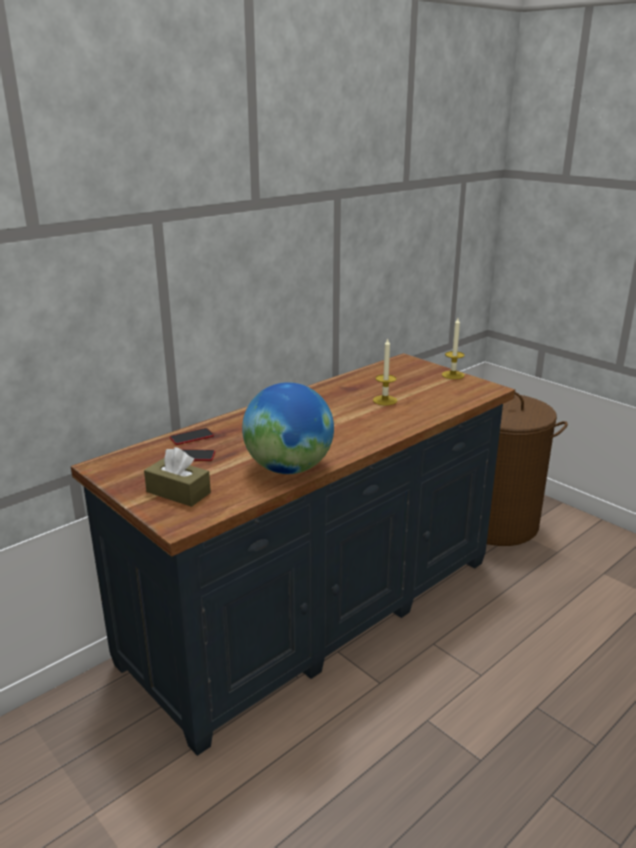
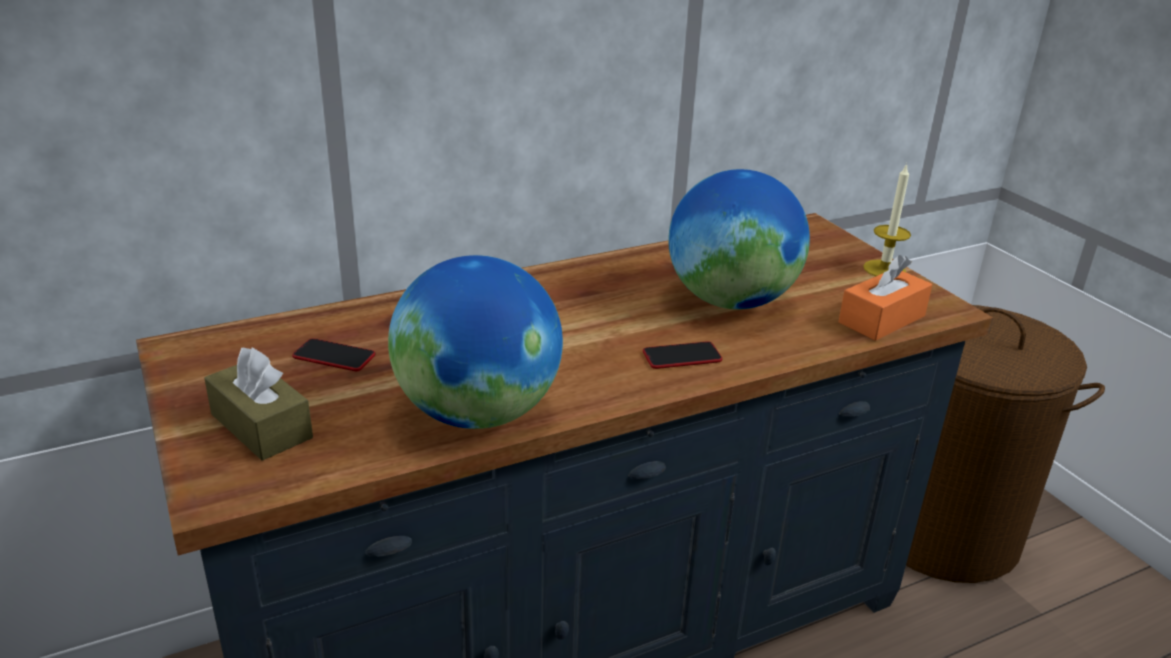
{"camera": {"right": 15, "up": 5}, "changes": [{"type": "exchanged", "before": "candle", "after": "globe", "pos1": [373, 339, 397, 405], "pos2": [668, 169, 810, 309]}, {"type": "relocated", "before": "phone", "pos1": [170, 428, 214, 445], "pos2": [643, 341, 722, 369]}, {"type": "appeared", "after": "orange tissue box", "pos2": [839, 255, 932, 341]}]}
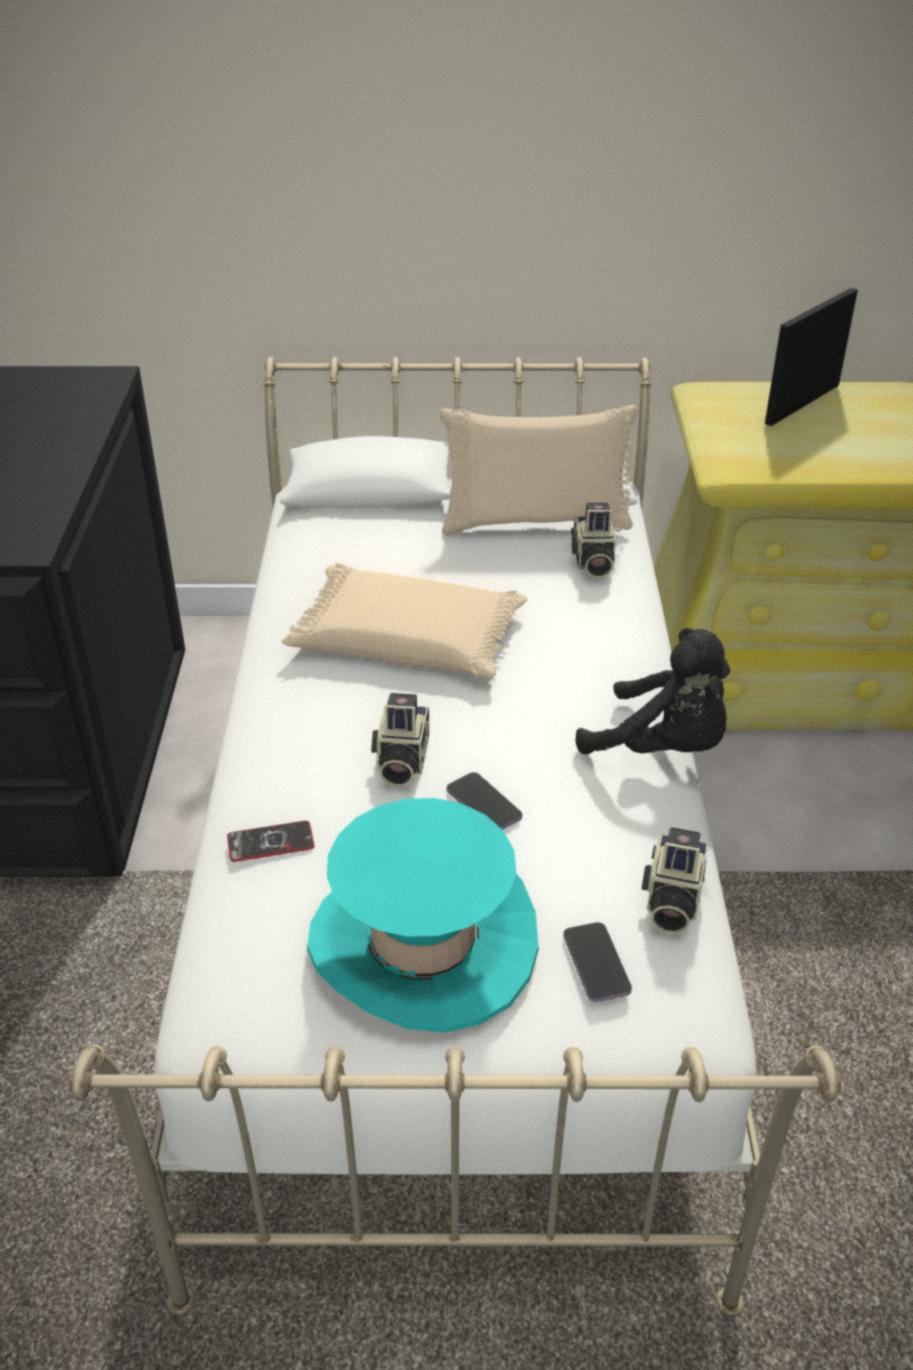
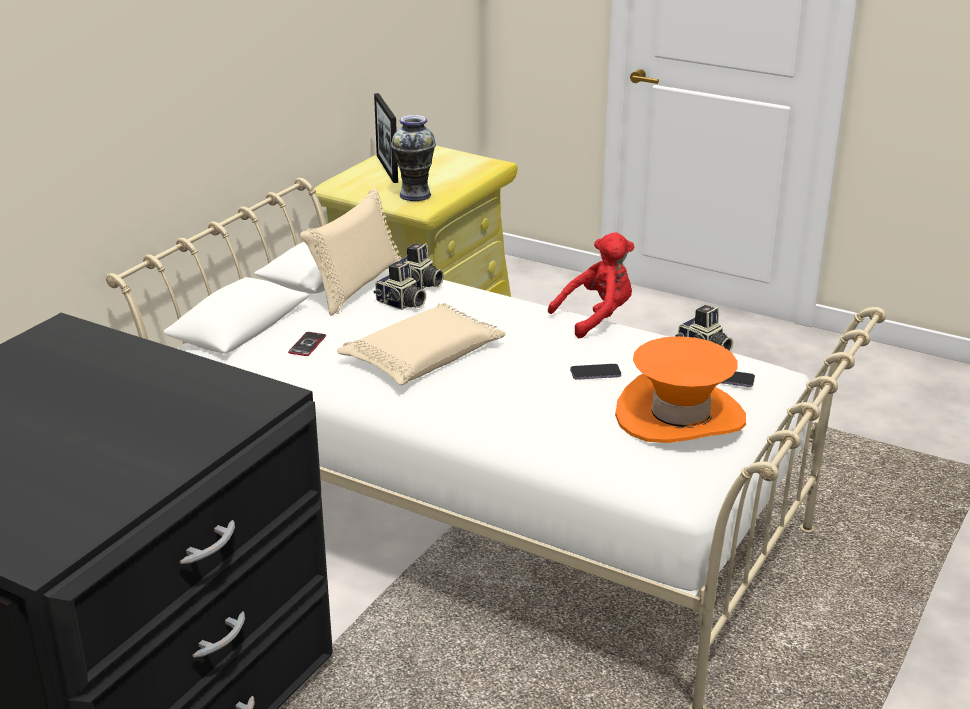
{"camera": {"right": -60, "up": -10}, "changes": [{"type": "colour", "before": "black plush toy", "after": "red plush toy", "pos1": [575, 628, 730, 754], "pos2": [548, 232, 635, 338]}, {"type": "relocated", "before": "photo camera", "pos1": [371, 693, 429, 787], "pos2": [374, 261, 426, 310]}, {"type": "colour", "before": "turquoise hat", "after": "orange hat", "pos1": [307, 798, 539, 1033], "pos2": [615, 336, 746, 443]}, {"type": "relocated", "before": "phone", "pos1": [227, 821, 314, 862], "pos2": [288, 332, 326, 356]}, {"type": "appeared", "after": "vase", "pos2": [391, 115, 436, 201]}]}
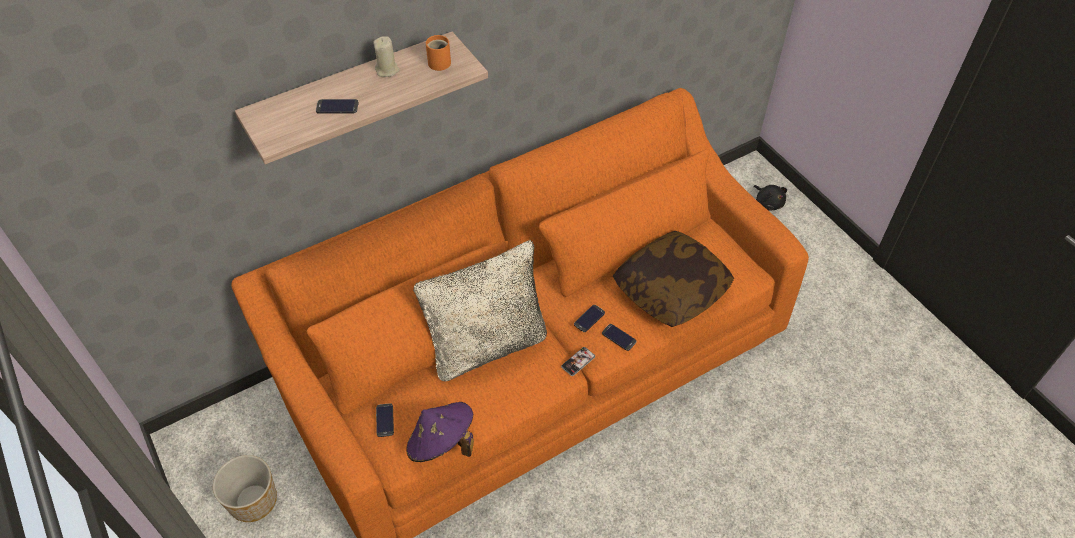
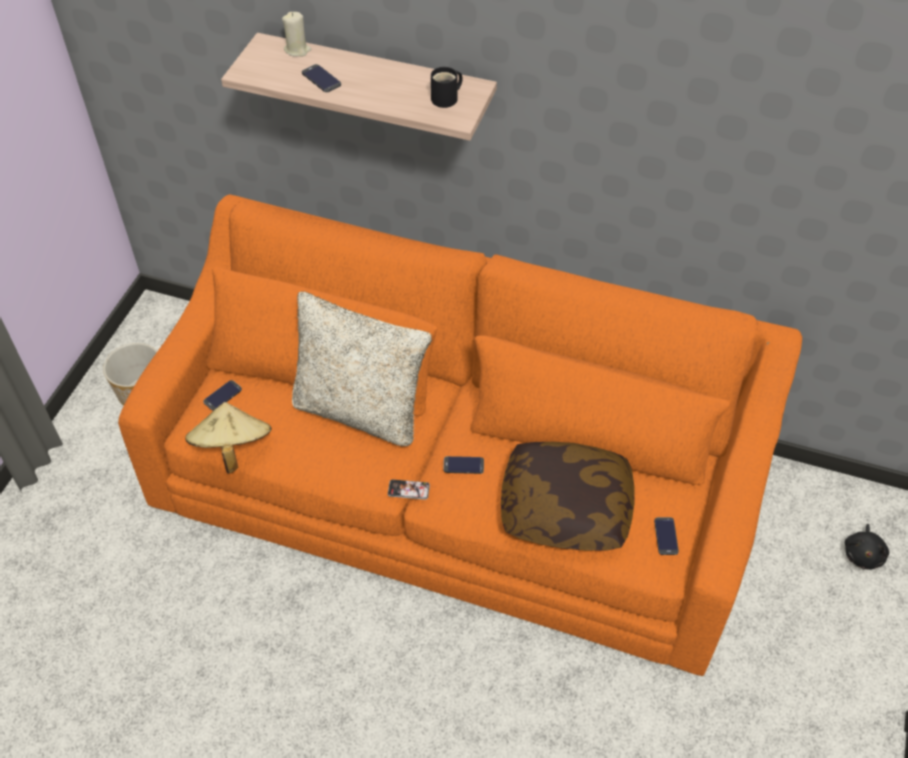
{"camera": {"right": 50, "up": 0}, "changes": [{"type": "colour", "before": "orange mug", "after": "black mug", "pos1": [426, 35, 451, 71], "pos2": [431, 67, 462, 108]}, {"type": "relocated", "before": "beige candle", "pos1": [373, 36, 399, 77], "pos2": [282, 12, 311, 57]}, {"type": "relocated", "before": "phone", "pos1": [602, 324, 636, 351], "pos2": [654, 517, 679, 555]}, {"type": "colour", "before": "purple hat", "after": "beige hat", "pos1": [406, 402, 474, 462], "pos2": [185, 402, 272, 473]}]}
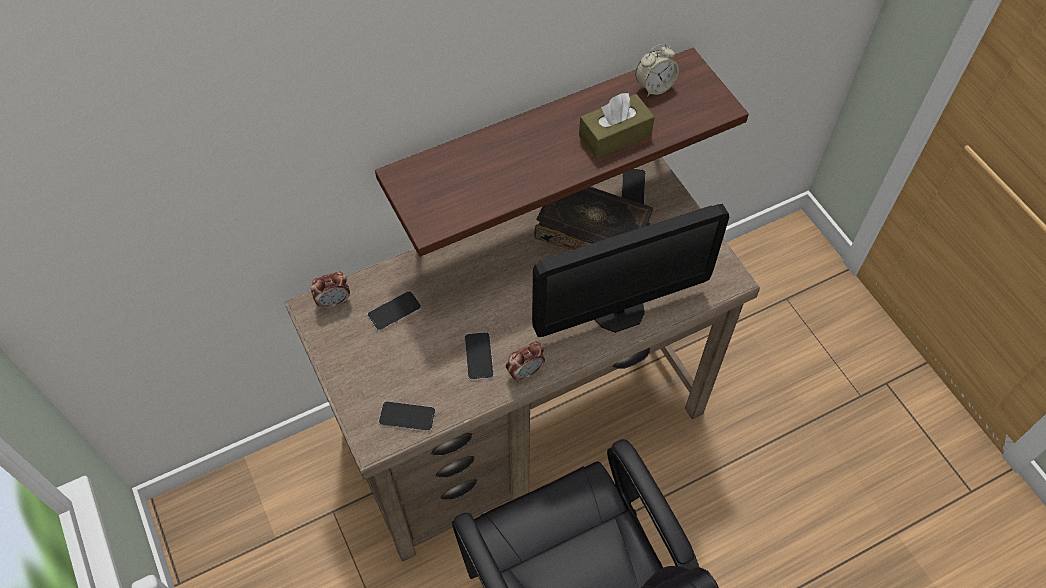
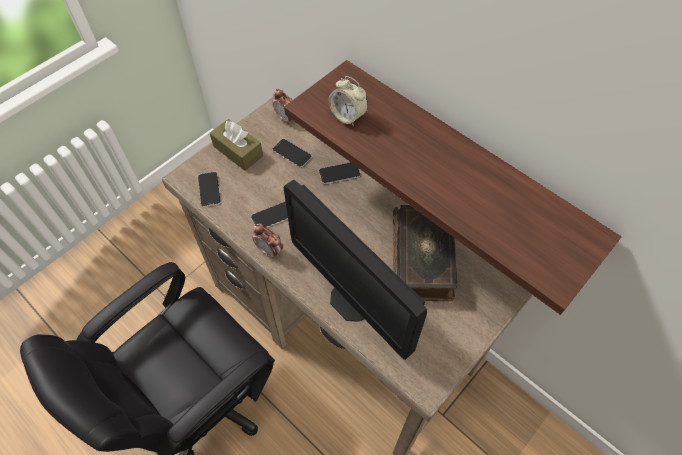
{"camera": {"right": 70, "up": 0}, "changes": [{"type": "relocated", "before": "alarm clock", "pos1": [635, 44, 679, 97], "pos2": [329, 76, 368, 126]}, {"type": "relocated", "before": "brown tissue box", "pos1": [579, 93, 655, 159], "pos2": [210, 119, 263, 171]}, {"type": "relocated", "before": "phone", "pos1": [621, 169, 646, 204], "pos2": [319, 162, 361, 184]}]}
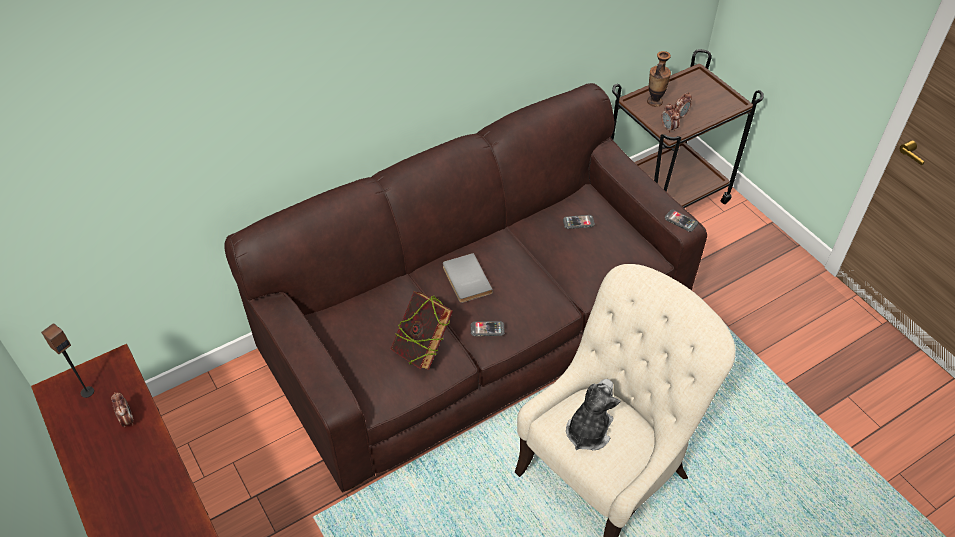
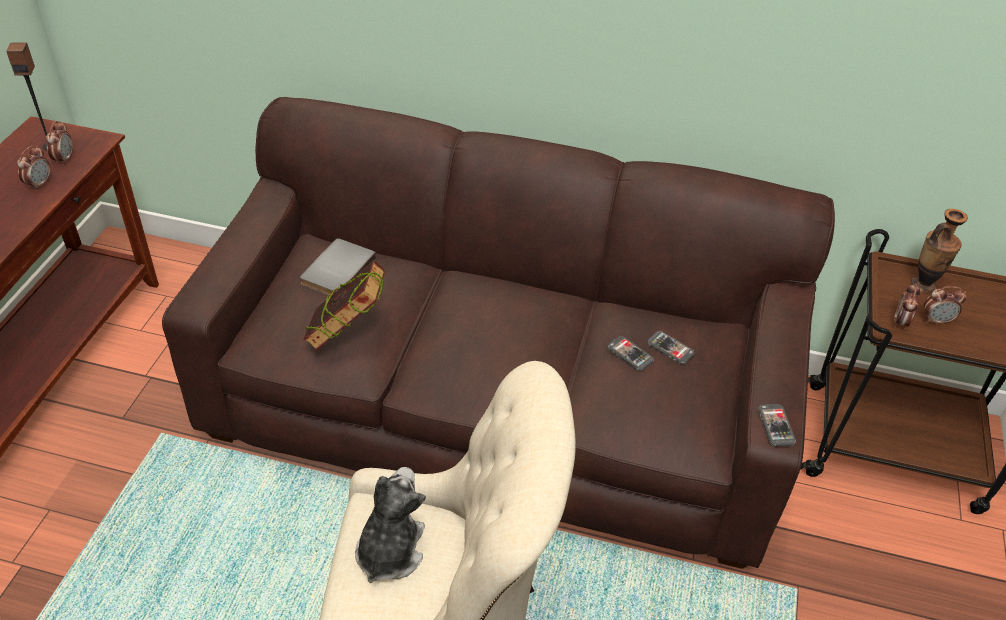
{"camera": {"right": 45, "up": -5}, "changes": [{"type": "relocated", "before": "grey book", "pos1": [443, 253, 493, 303], "pos2": [300, 238, 376, 295]}, {"type": "relocated", "before": "phone", "pos1": [471, 321, 505, 336], "pos2": [608, 336, 654, 371]}, {"type": "spun", "before": "plush toy", "pos1": [566, 379, 620, 450], "pos2": [355, 467, 426, 583], "turn": -60}, {"type": "appeared", "after": "alarm clock", "pos2": [46, 121, 72, 165]}]}
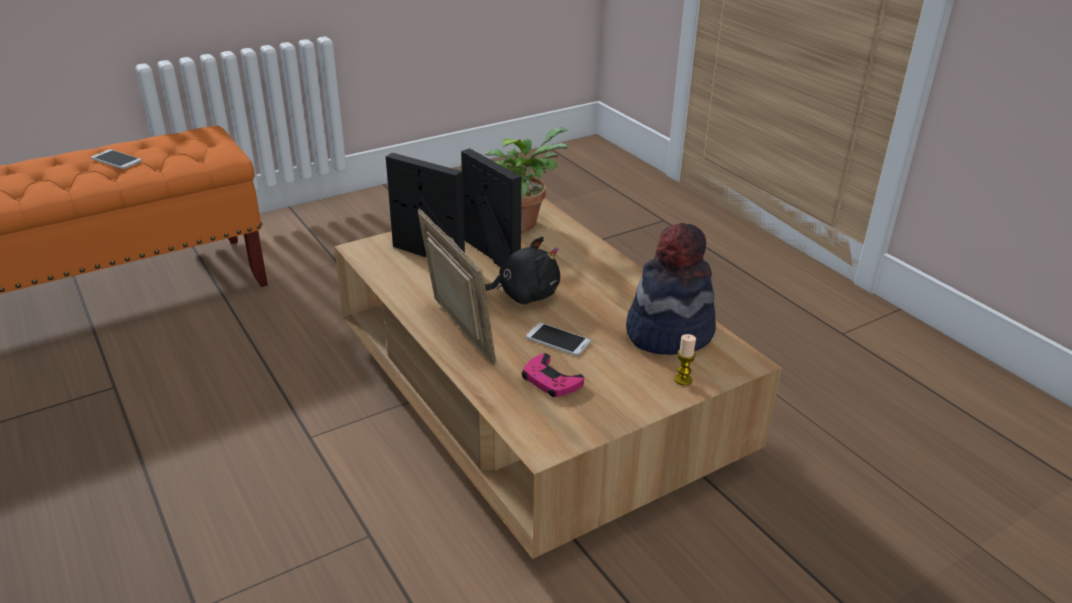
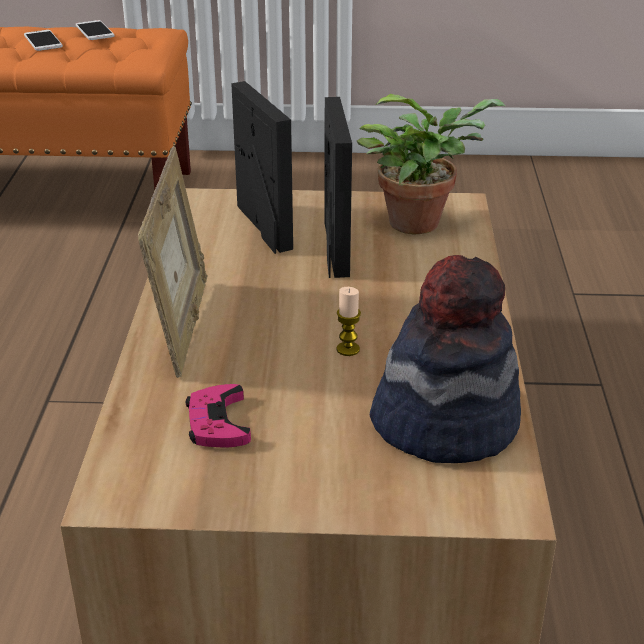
{"camera": {"right": 35, "up": 0}, "changes": [{"type": "missing", "before": "black plush toy", "pos1": [485, 237, 560, 304]}, {"type": "relocated", "before": "phone", "pos1": [526, 323, 591, 356], "pos2": [76, 20, 115, 40]}, {"type": "relocated", "before": "candle", "pos1": [674, 334, 696, 385], "pos2": [337, 287, 361, 356]}]}
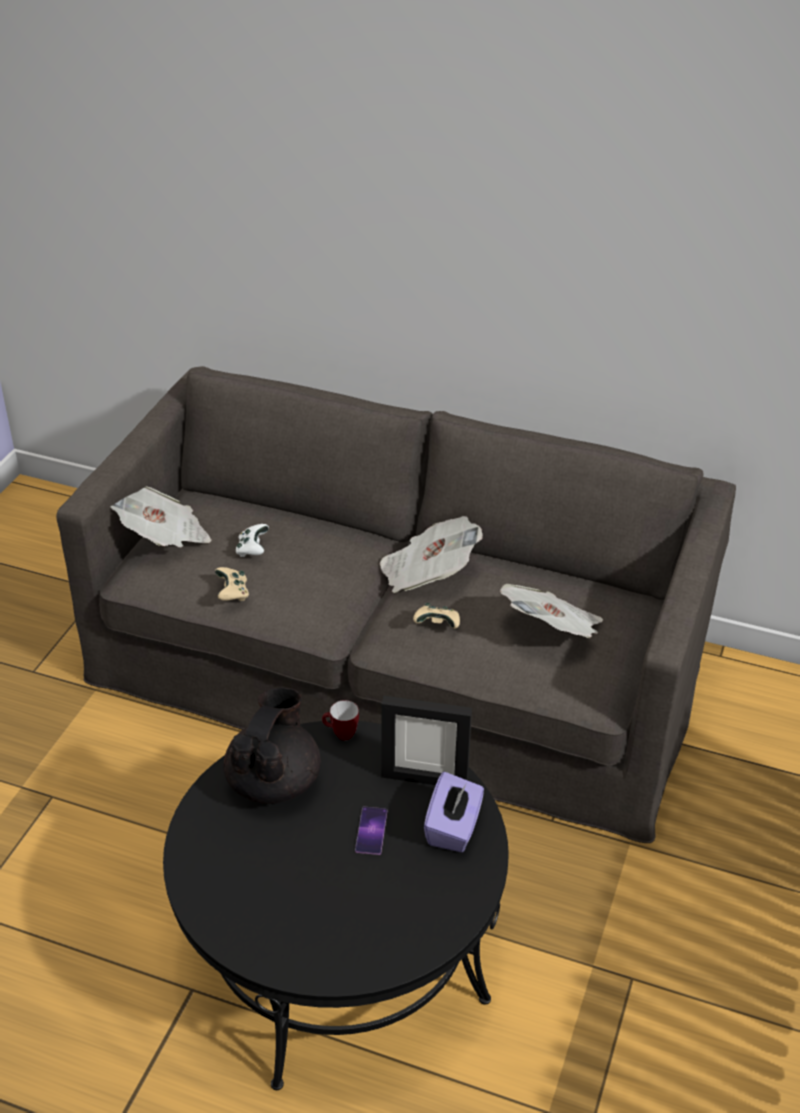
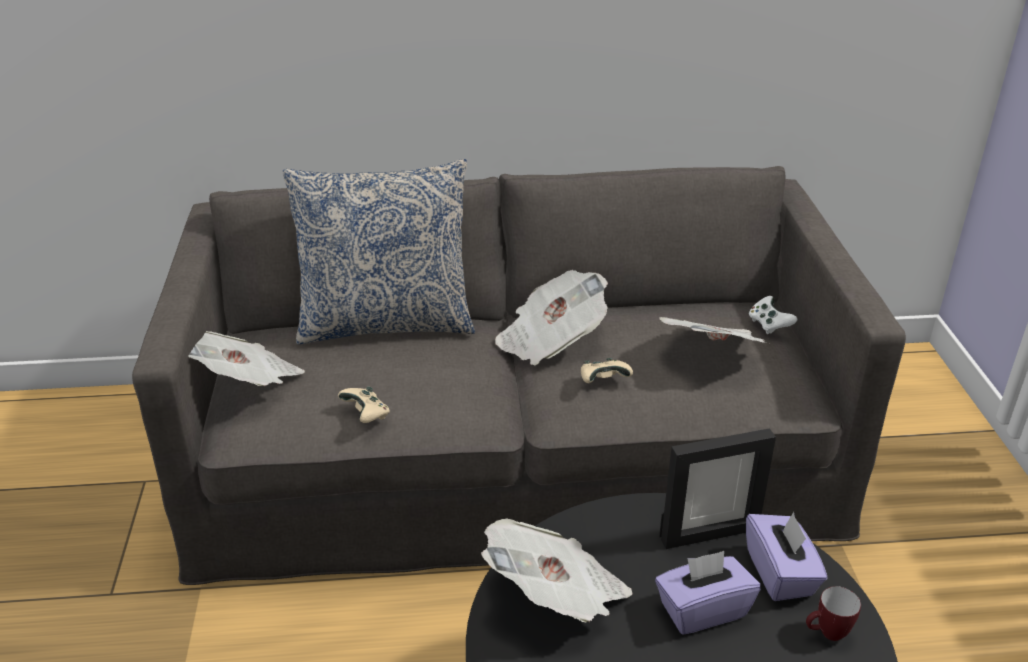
{"camera": {"right": -25, "up": -5}, "changes": [{"type": "relocated", "before": "white game controller", "pos1": [236, 524, 269, 557], "pos2": [749, 296, 797, 334]}, {"type": "exchanged", "before": "black teapot", "after": "newspaper", "pos1": [224, 688, 321, 804], "pos2": [481, 518, 633, 622]}, {"type": "relocated", "before": "mug", "pos1": [322, 700, 359, 741], "pos2": [806, 586, 861, 641]}, {"type": "exchanged", "before": "phone", "after": "purple tissue box", "pos1": [355, 807, 387, 855], "pos2": [655, 551, 760, 635]}, {"type": "appeared", "after": "pillow", "pos2": [283, 159, 475, 345]}]}
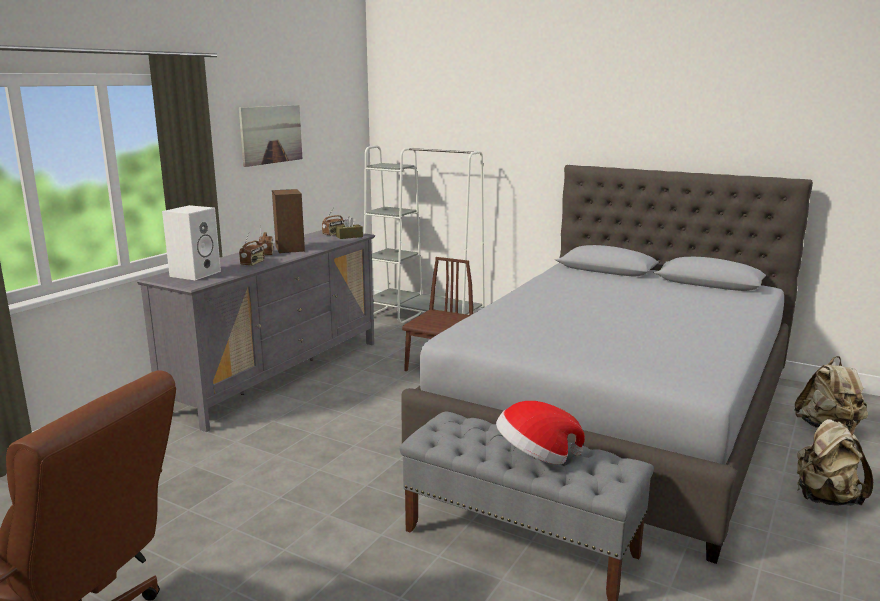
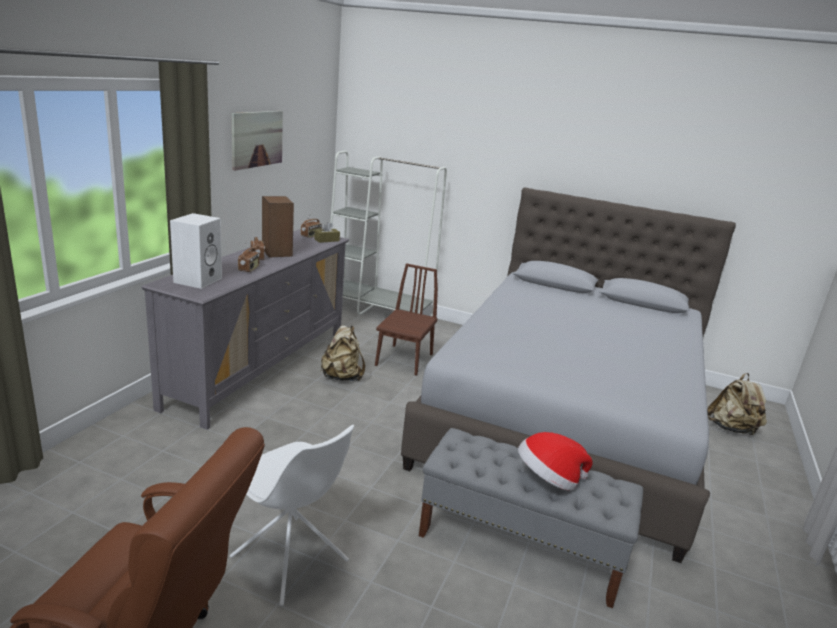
{"camera": {"right": -10, "up": 5}, "changes": [{"type": "relocated", "before": "beige backpack", "pos1": [797, 419, 873, 506], "pos2": [321, 326, 365, 381]}, {"type": "appeared", "after": "white chair", "pos2": [230, 425, 354, 606]}]}
